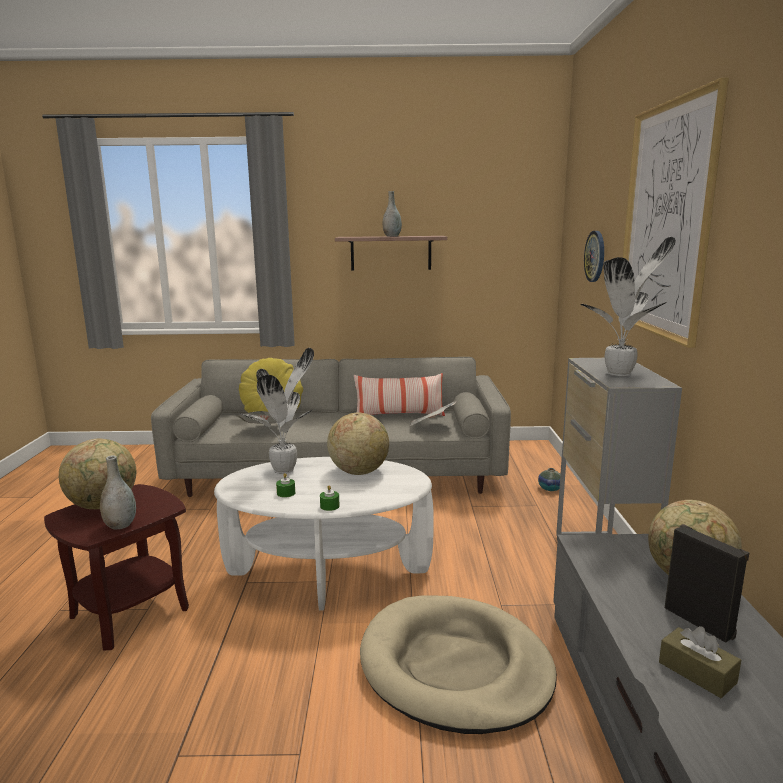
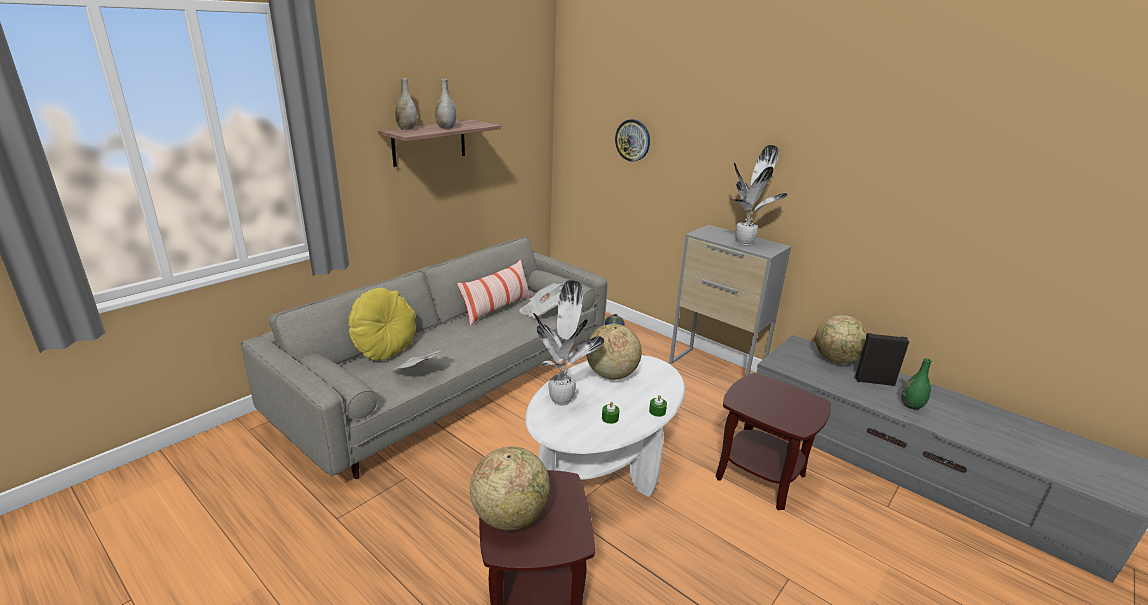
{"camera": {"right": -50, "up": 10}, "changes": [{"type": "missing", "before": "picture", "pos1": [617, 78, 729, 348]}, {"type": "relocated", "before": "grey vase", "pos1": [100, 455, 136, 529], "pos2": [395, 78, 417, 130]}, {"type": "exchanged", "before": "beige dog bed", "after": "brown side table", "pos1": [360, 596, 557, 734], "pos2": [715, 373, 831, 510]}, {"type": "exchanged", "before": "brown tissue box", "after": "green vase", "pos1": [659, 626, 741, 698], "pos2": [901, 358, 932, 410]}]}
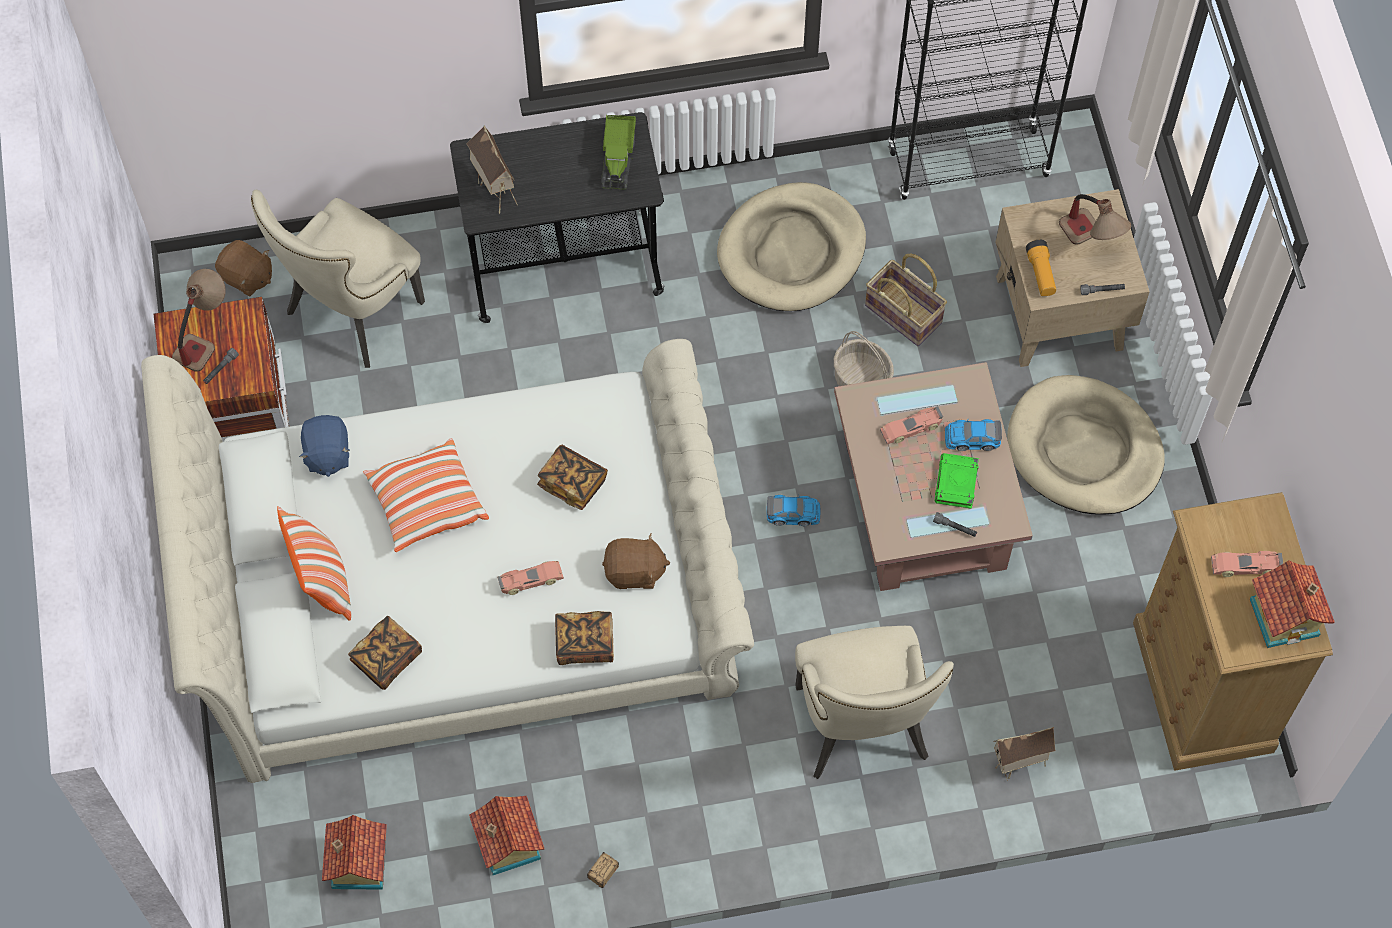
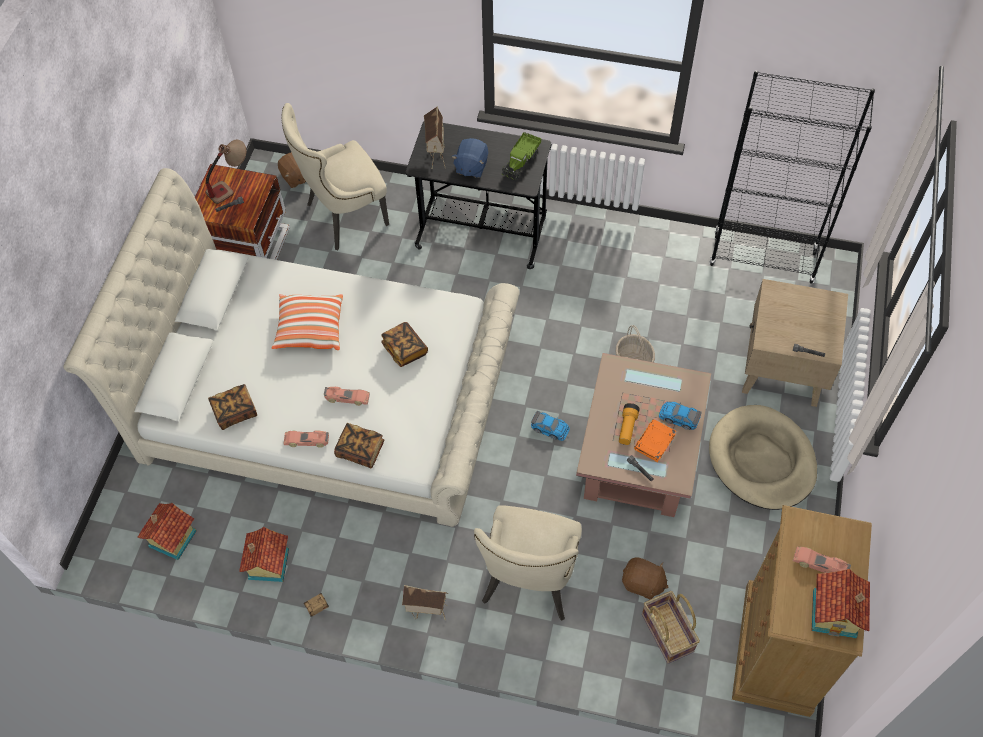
{"camera": {"right": 25, "up": -5}, "changes": [{"type": "missing", "before": "beige dog bed", "pos1": [717, 182, 866, 311]}, {"type": "missing", "before": "table lamp", "pos1": [1059, 194, 1131, 245]}, {"type": "relocated", "before": "flashlight", "pos1": [1026, 240, 1056, 296], "pos2": [619, 403, 640, 445]}, {"type": "relocated", "before": "basket", "pos1": [865, 254, 947, 346], "pos2": [642, 591, 700, 664]}, {"type": "relocated", "before": "toy car", "pos1": [880, 406, 943, 444], "pos2": [284, 431, 329, 448]}, {"type": "relocated", "before": "blue plush toy", "pos1": [299, 415, 350, 477], "pos2": [451, 138, 488, 178]}, {"type": "colour", "before": "green book", "after": "orange book", "pos1": [935, 453, 979, 509], "pos2": [634, 419, 676, 462]}, {"type": "missing", "before": "pillow", "pos1": [277, 506, 351, 621]}, {"type": "relocated", "before": "brown plush toy", "pos1": [602, 533, 670, 589], "pos2": [622, 558, 669, 599]}, {"type": "relocated", "before": "toy house", "pos1": [993, 727, 1055, 781], "pos2": [402, 585, 448, 620]}]}
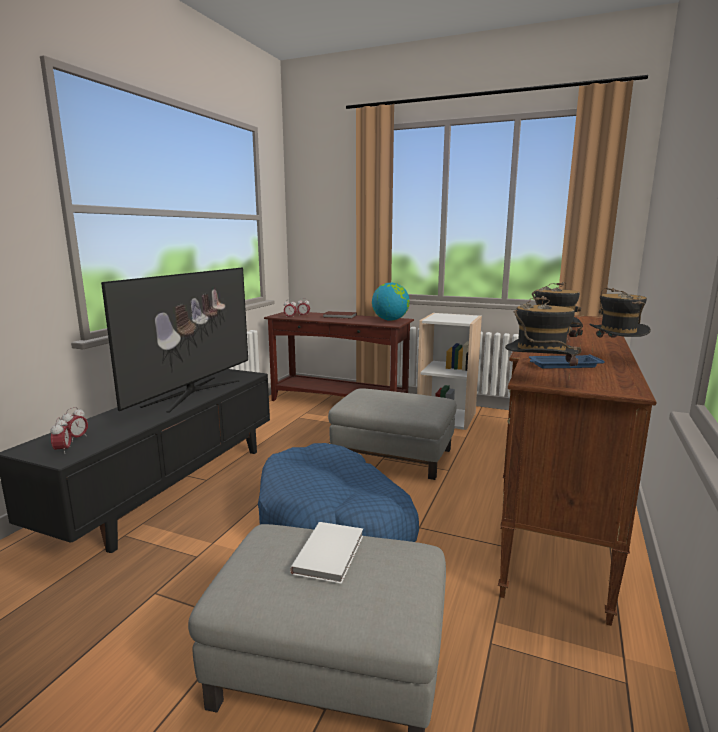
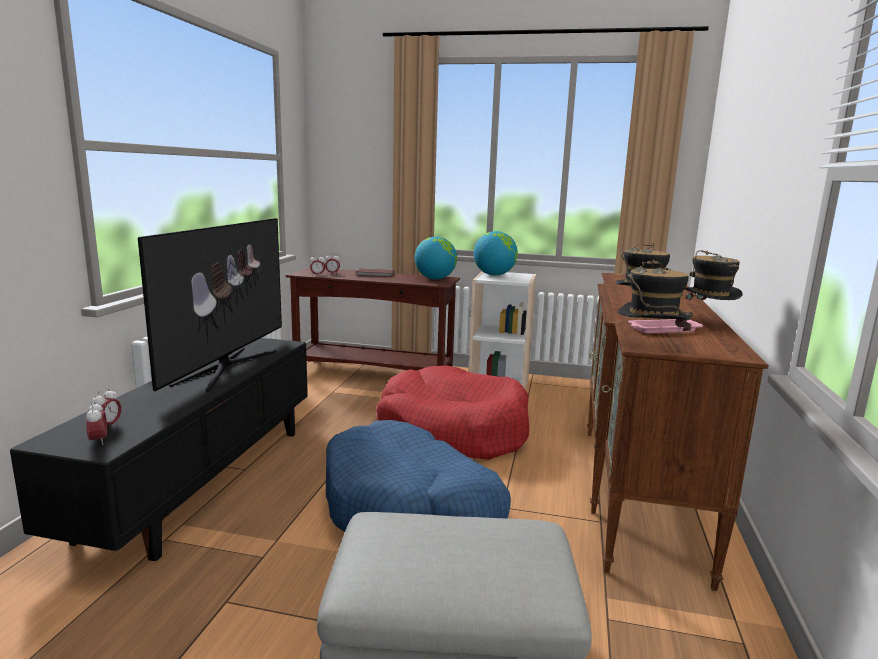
{"camera": {"right": -10, "up": 0}, "changes": [{"type": "colour", "before": "blue tray", "after": "pink tray", "pos1": [529, 354, 605, 368], "pos2": [628, 319, 703, 333]}, {"type": "exchanged", "before": "grey ottoman", "after": "red dog bed", "pos1": [328, 388, 457, 480], "pos2": [376, 366, 529, 460]}, {"type": "missing", "before": "white book", "pos1": [290, 522, 363, 584]}, {"type": "appeared", "after": "globe", "pos2": [474, 231, 518, 275]}]}
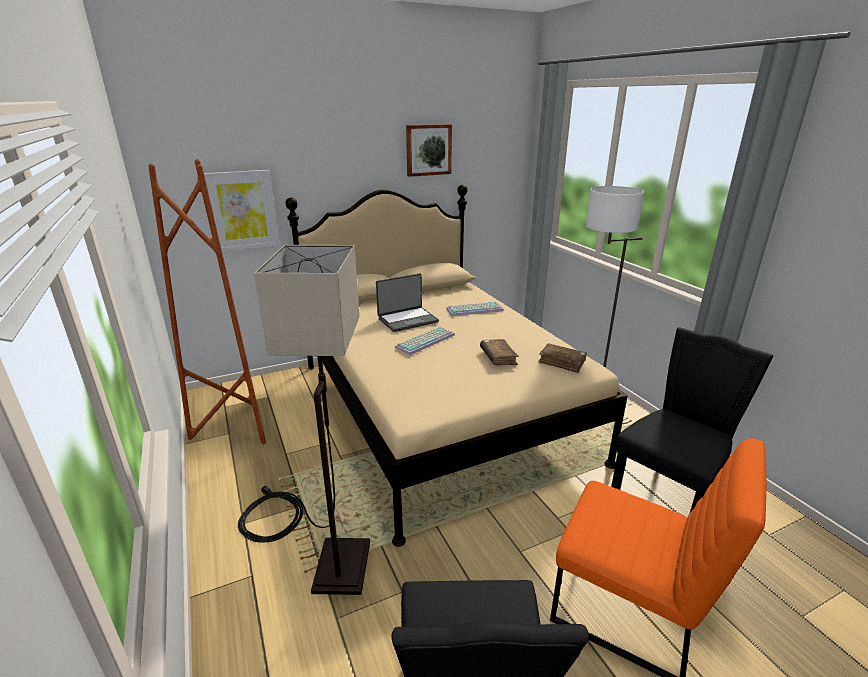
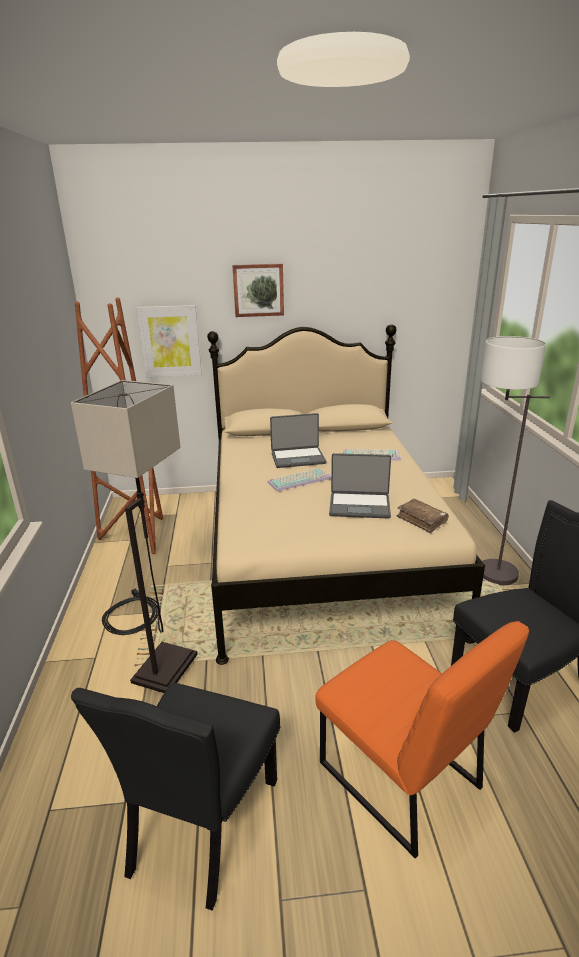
{"camera": {"right": 20, "up": 0}, "changes": [{"type": "relocated", "before": "picture", "pos1": [406, 124, 452, 177], "pos2": [232, 263, 284, 317]}, {"type": "exchanged", "before": "brown book", "after": "laptop", "pos1": [480, 339, 519, 365], "pos2": [329, 453, 391, 518]}]}
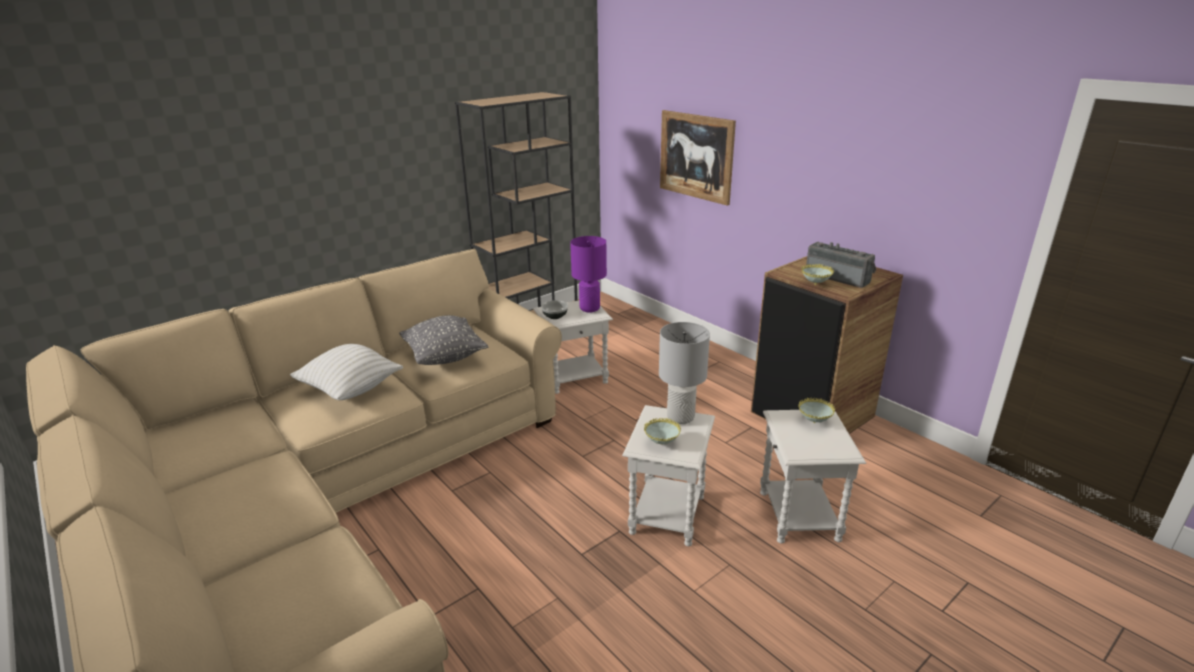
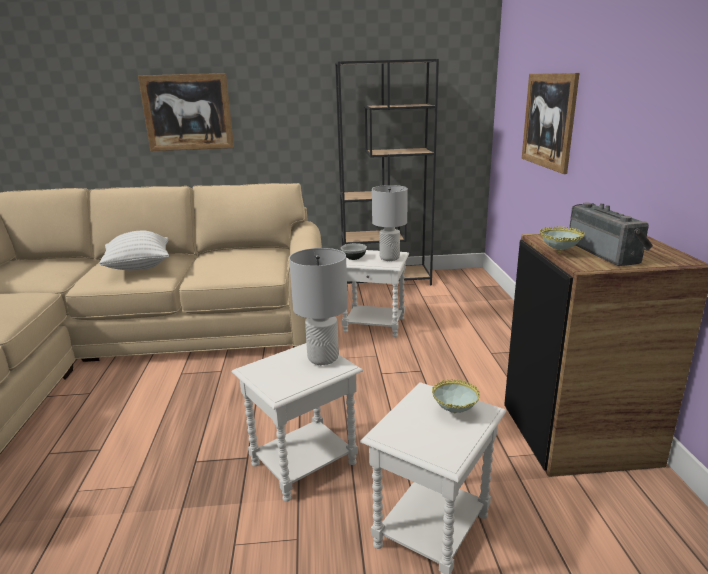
{"camera": {"right": 35, "up": -5}, "changes": [{"type": "colour", "before": "purple table lamp", "after": "grey table lamp", "pos1": [570, 236, 607, 313], "pos2": [372, 185, 408, 261]}, {"type": "missing", "before": "grey pillow", "pos1": [399, 315, 488, 365]}, {"type": "missing", "before": "bowl", "pos1": [644, 418, 681, 445]}, {"type": "appeared", "after": "picture", "pos2": [138, 73, 234, 151]}]}
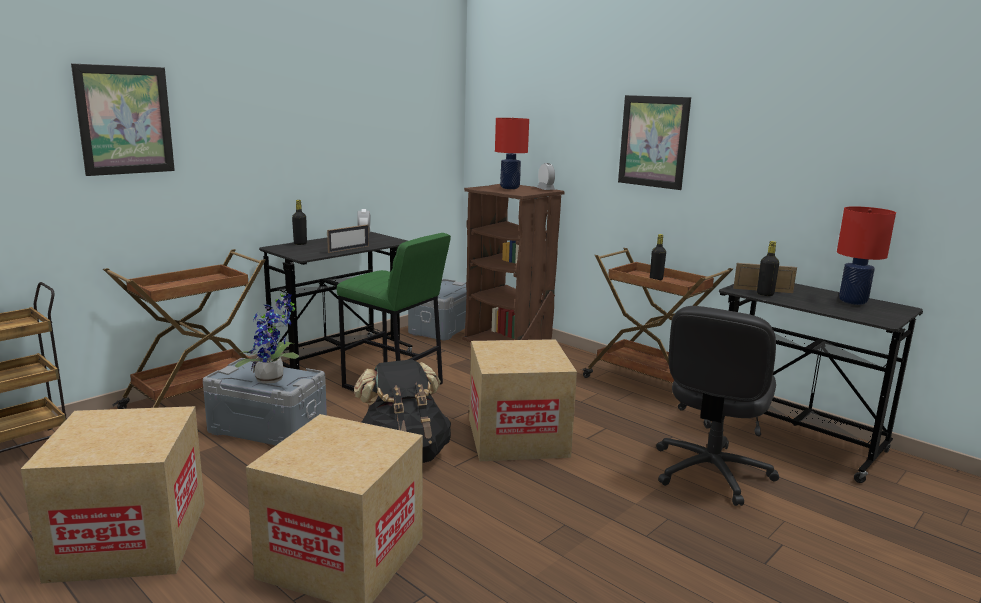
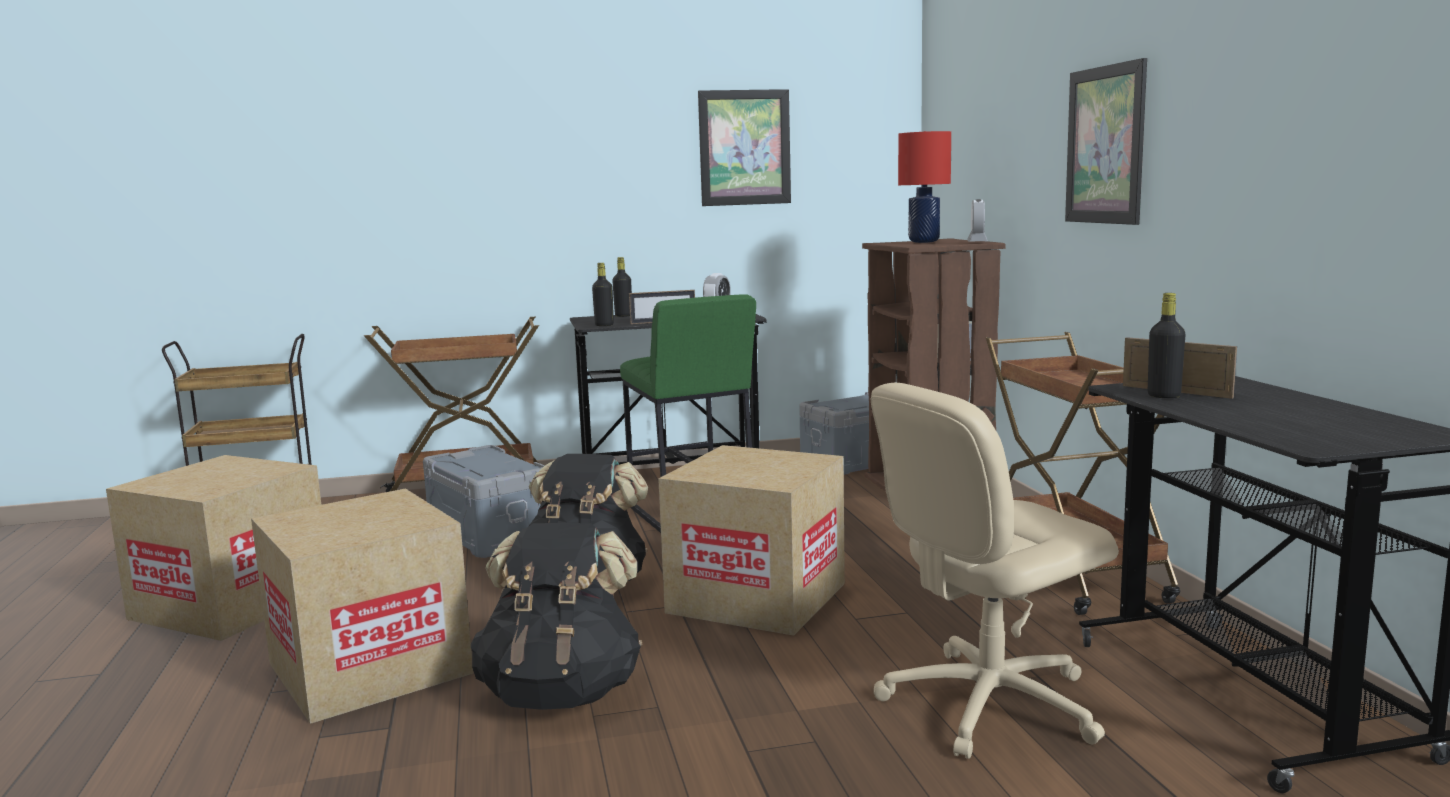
{"camera": {"right": 35, "up": -5}, "changes": [{"type": "relocated", "before": "picture", "pos1": [71, 63, 175, 176], "pos2": [698, 89, 791, 206]}, {"type": "missing", "before": "red table lamp", "pos1": [837, 206, 896, 305]}, {"type": "relocated", "before": "black bottle", "pos1": [650, 234, 666, 280], "pos2": [592, 263, 614, 326]}, {"type": "missing", "before": "potted plant", "pos1": [235, 291, 299, 384]}, {"type": "colour", "before": "black office chair", "after": "beige office chair", "pos1": [656, 306, 779, 506], "pos2": [871, 383, 1119, 759]}, {"type": "appeared", "after": "black backpack", "pos2": [471, 523, 643, 710]}]}
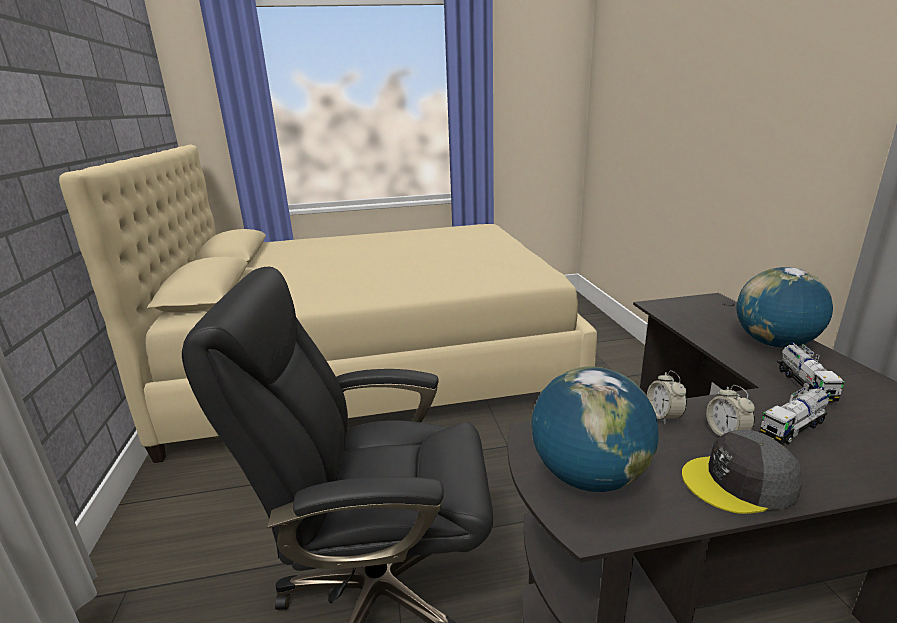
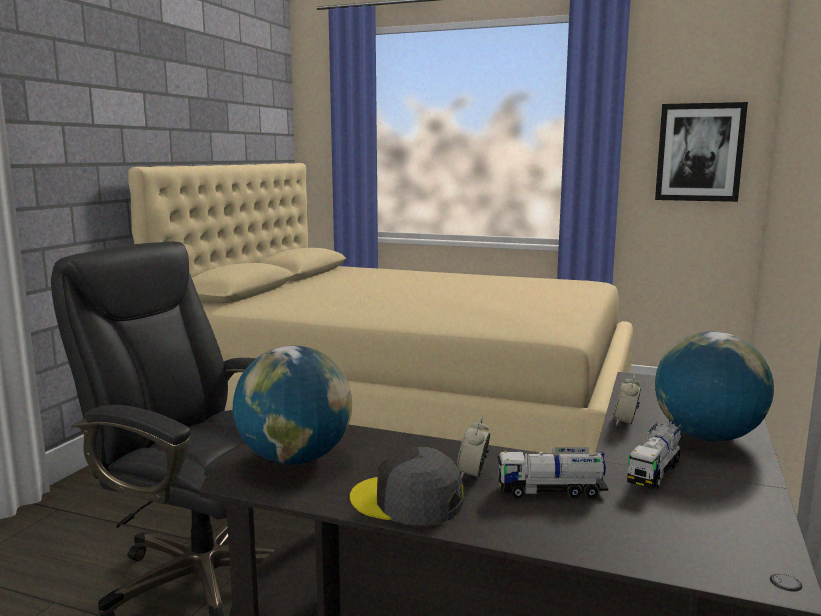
{"camera": {"right": 30, "up": -10}, "changes": [{"type": "relocated", "before": "alarm clock", "pos1": [647, 370, 687, 424], "pos2": [612, 373, 641, 425]}, {"type": "appeared", "after": "picture", "pos2": [655, 102, 748, 202]}]}
